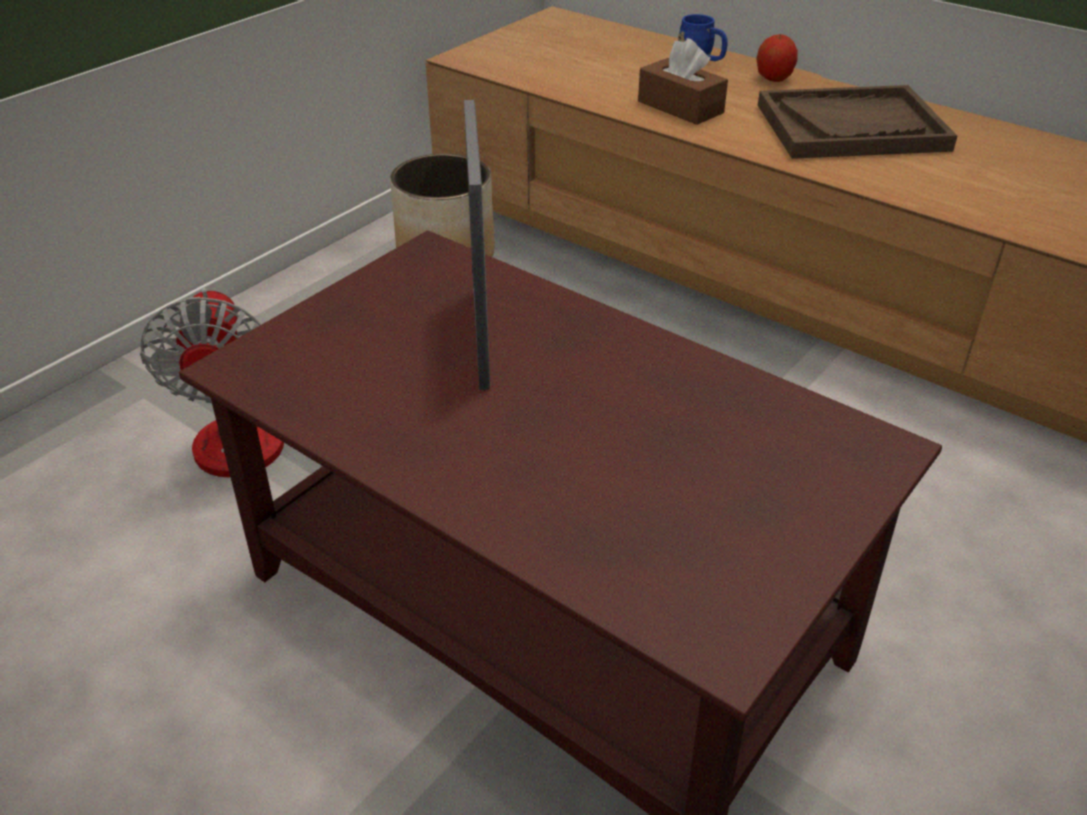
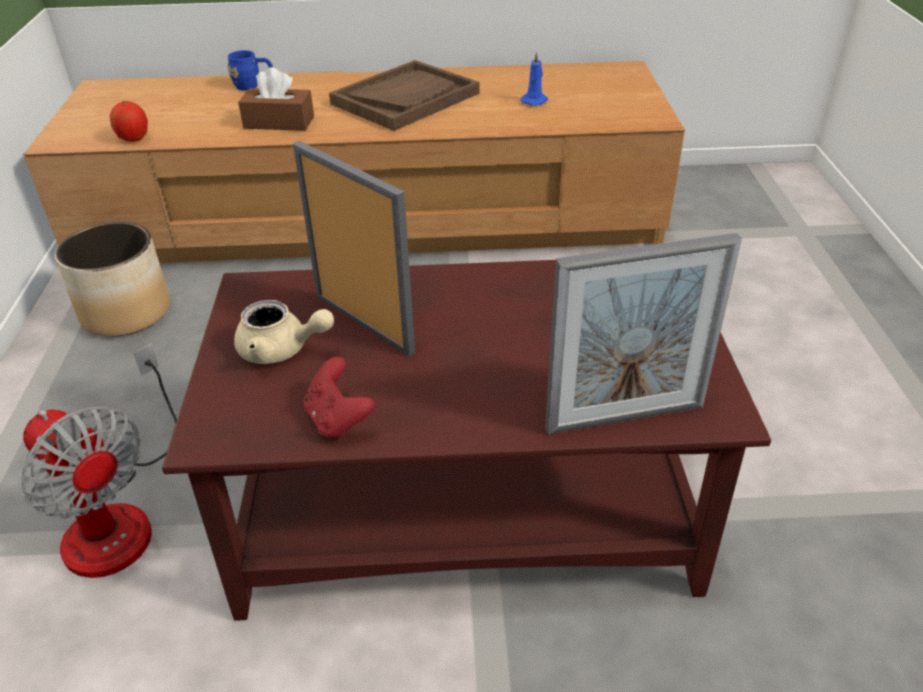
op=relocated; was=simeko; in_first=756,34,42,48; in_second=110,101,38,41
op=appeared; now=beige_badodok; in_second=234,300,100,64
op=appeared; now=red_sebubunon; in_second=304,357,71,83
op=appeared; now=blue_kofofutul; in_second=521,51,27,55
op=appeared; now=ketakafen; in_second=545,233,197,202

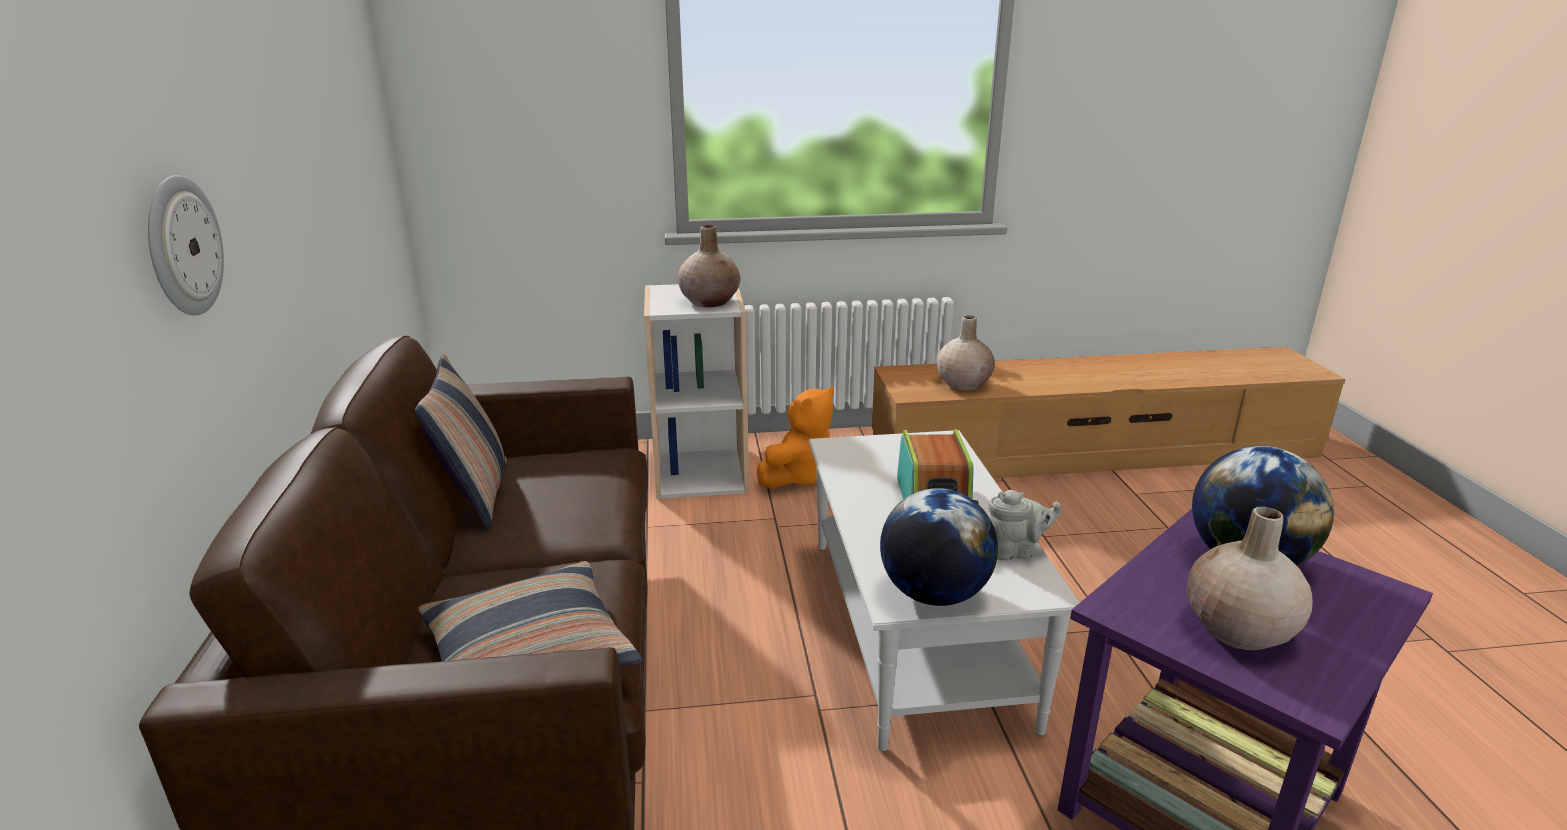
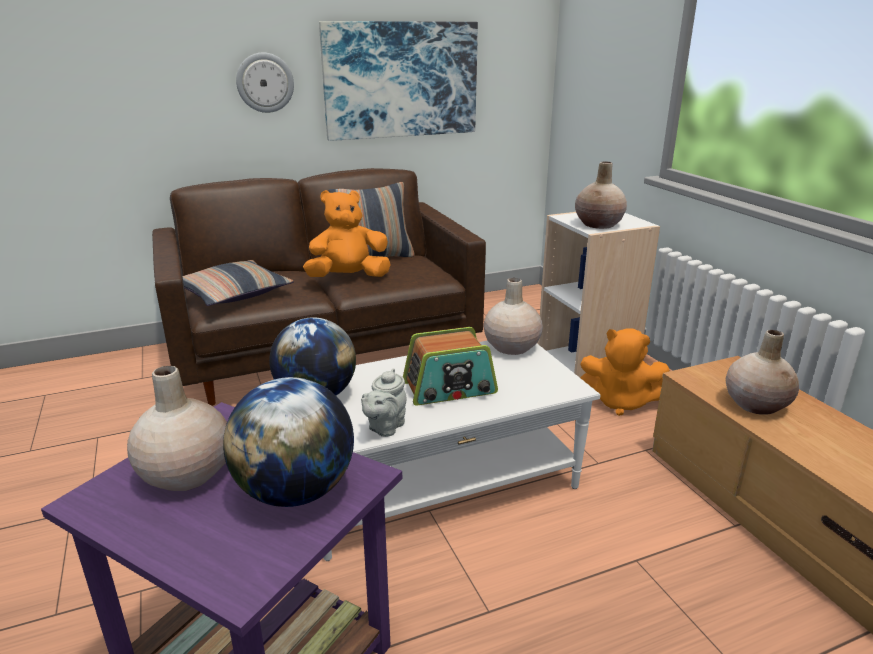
op=appeared; now=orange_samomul; in_second=303,190,88,87
op=appeared; now=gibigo; in_second=319,21,159,120
op=spun; was=grey_badodok; in_first=988,490,74,71; in_second=361,368,46,69; clockwise=45
op=appeared; now=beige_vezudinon; in_second=484,278,59,77

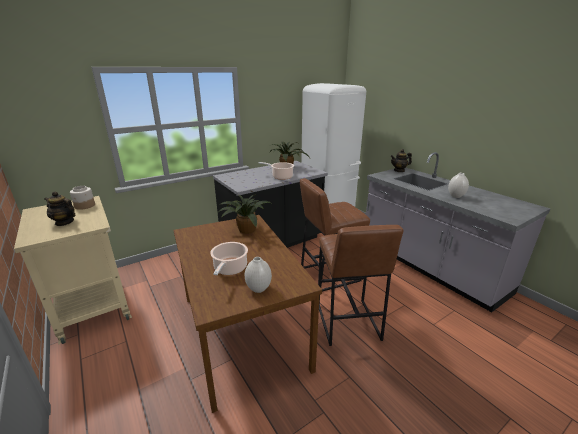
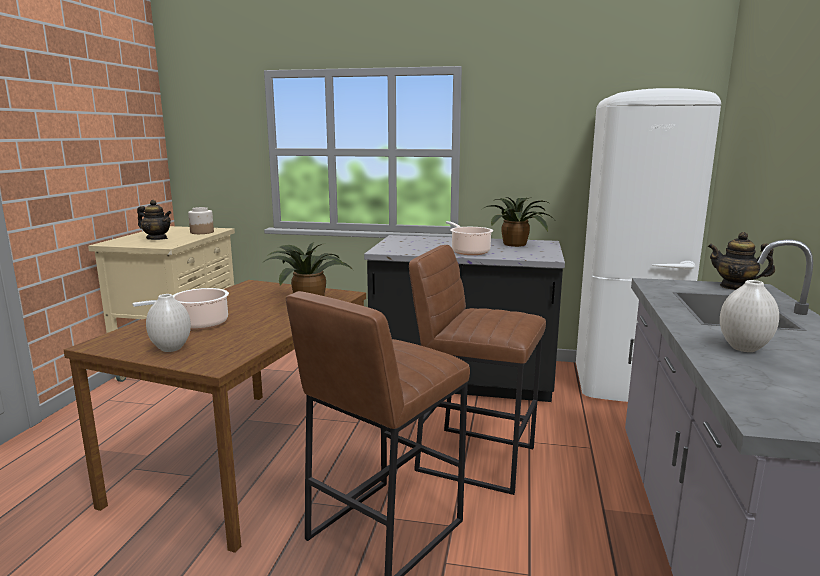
op=spun; was=badodok; in_first=44,191,31,35; in_second=137,200,34,40; clockwise=135

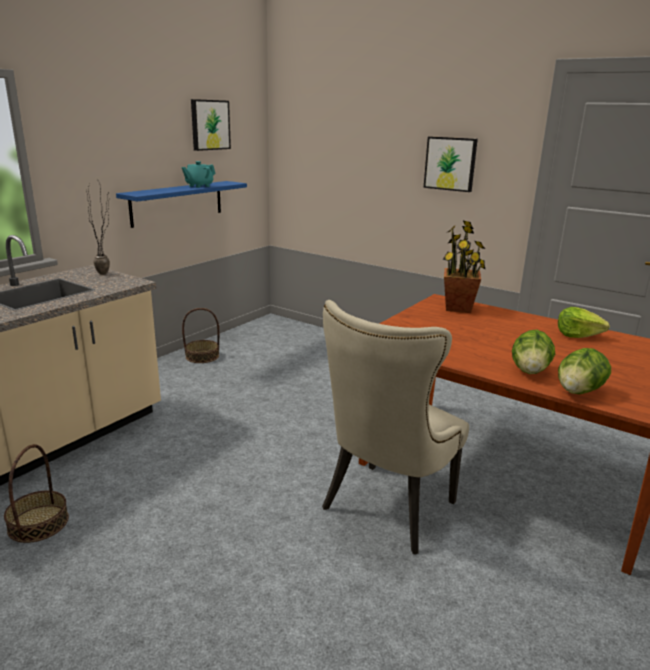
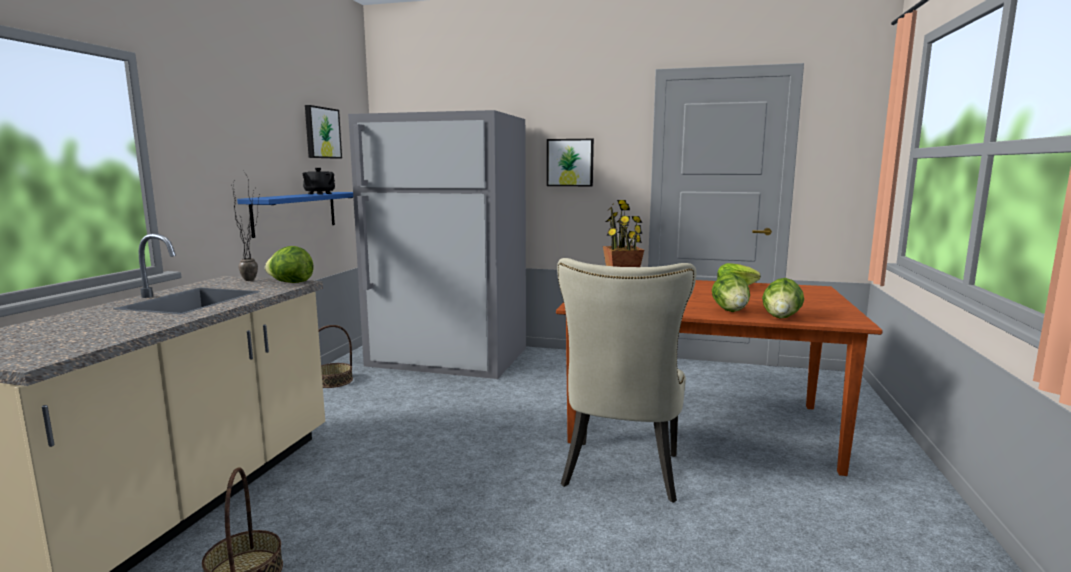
op=appeared; now=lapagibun; in_second=265,246,49,37
op=colour; was=turquoise_badodok; now=black_badodok; in_first=182,161,34,27; in_second=302,168,33,27
op=appeared; now=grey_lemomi; in_second=348,110,178,269

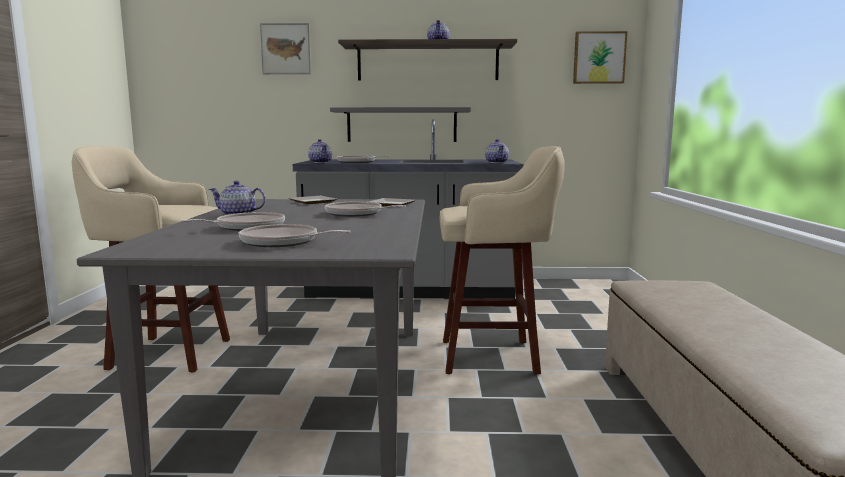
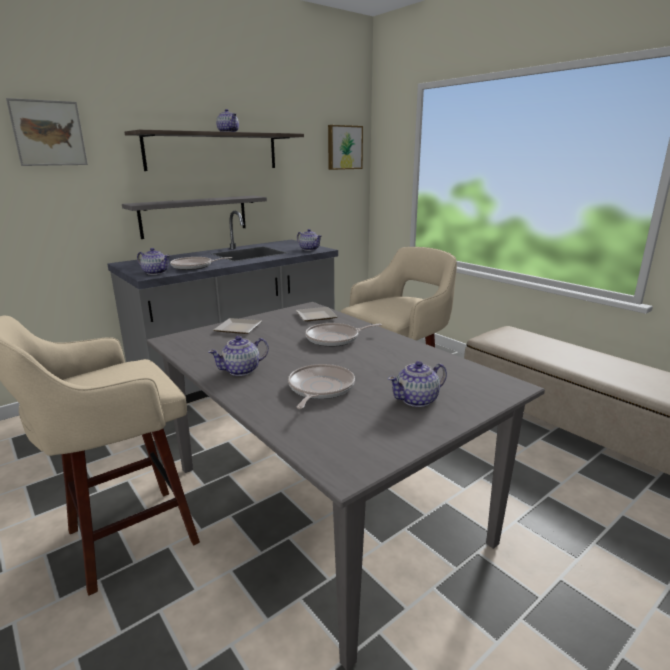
op=exchanged; was=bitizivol; now=badodok; in_first=239,224,112,23; in_second=388,361,59,46

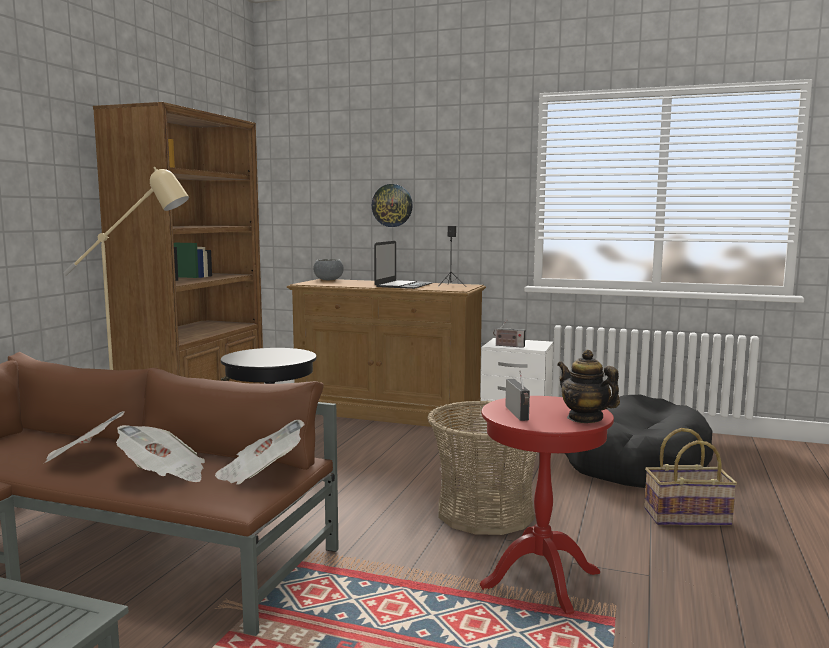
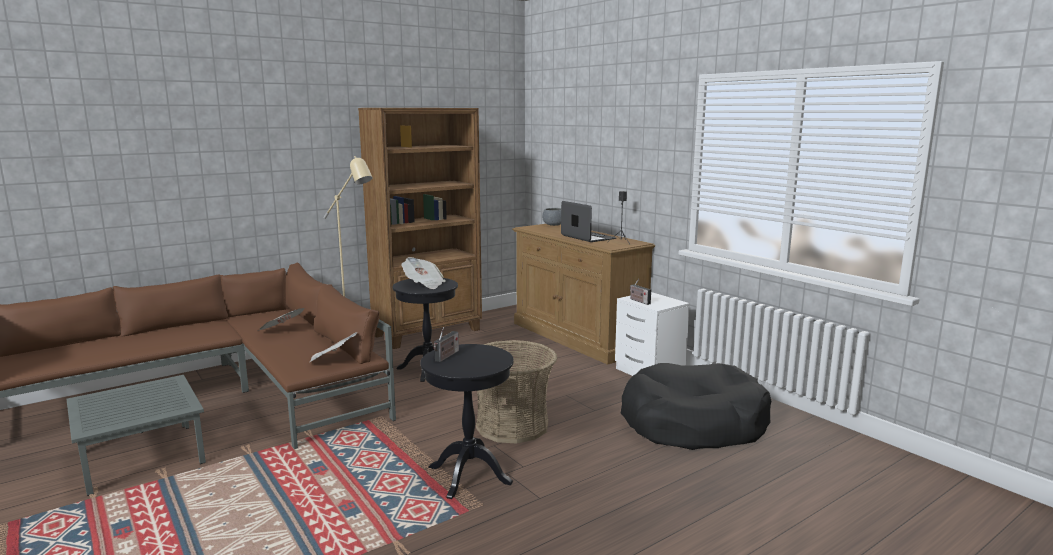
op=relocated; was=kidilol; in_first=116,425,89,57; in_second=401,257,45,32
op=colour; was=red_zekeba; now=black_zekeba; in_first=480,396,134,218; in_second=420,344,94,155
op=spun; was=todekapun; in_first=374,241,59,48; in_second=561,201,55,41; clockwise=-90
op=missing; was=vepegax; in_first=372,184,41,43
op=missing; was=badodok; in_first=557,350,63,73
op=missing; was=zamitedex; in_first=644,428,93,98

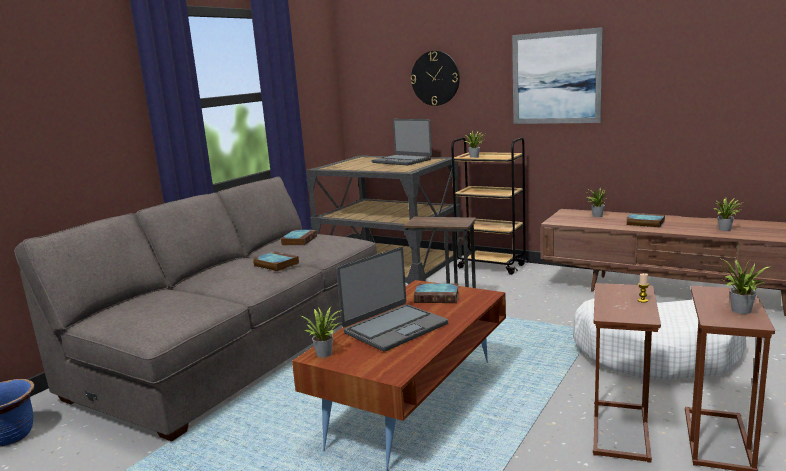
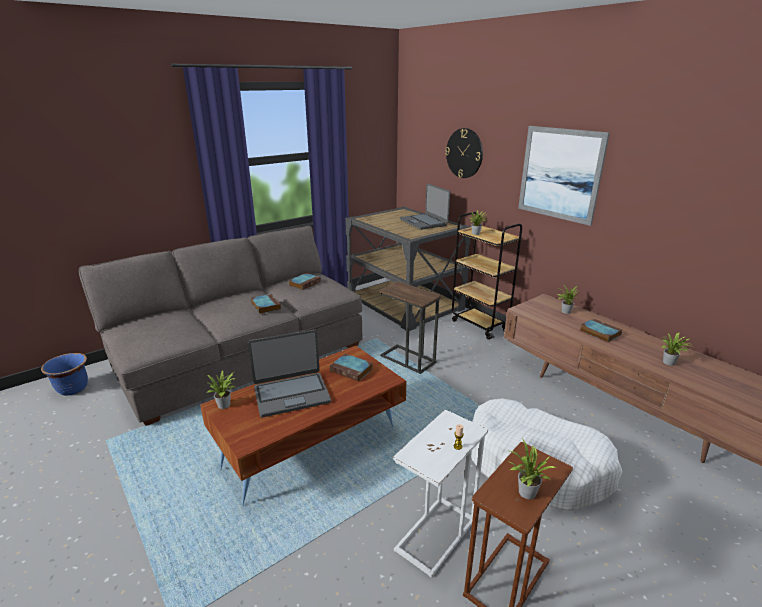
op=colour; was=brown_zekeba; now=white_zekeba; in_first=593,283,68,180; in_second=393,410,95,168

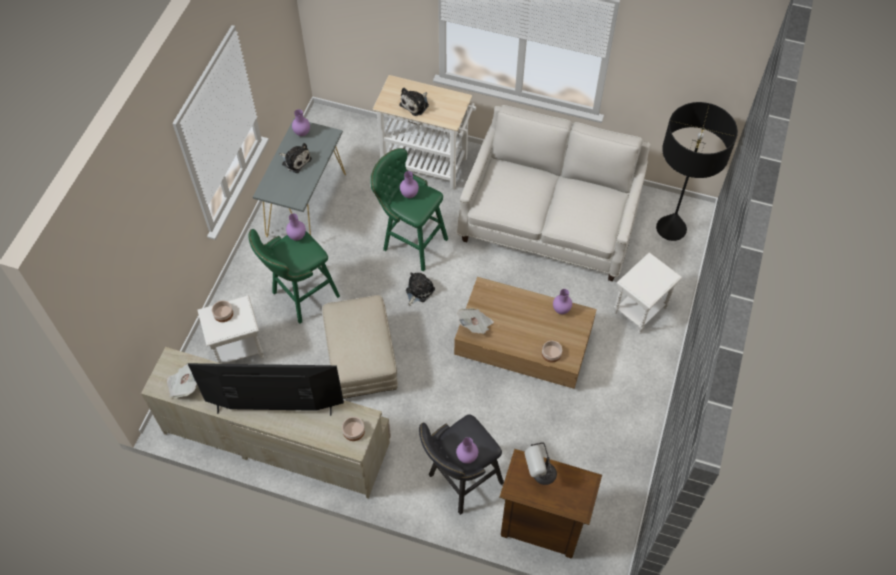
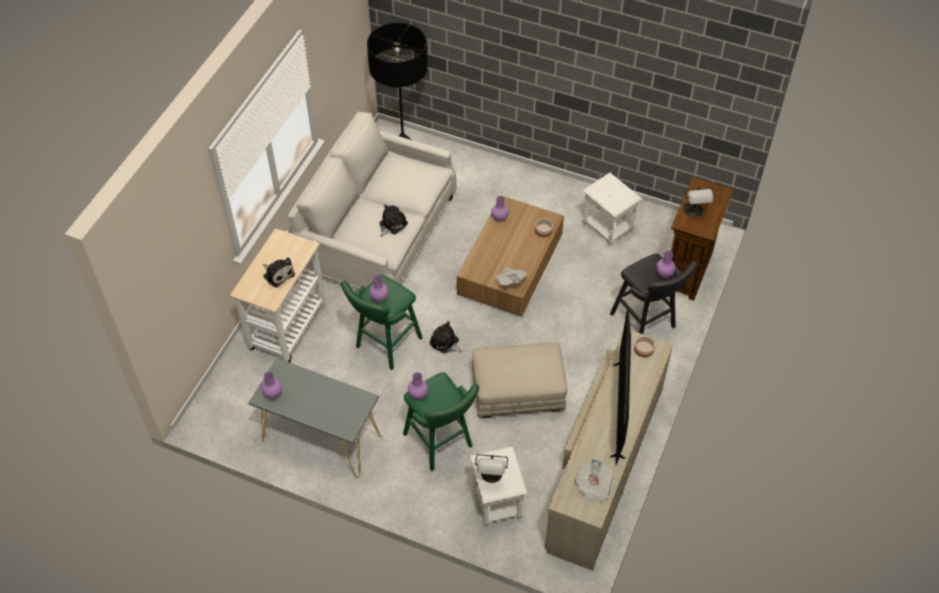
op=relocated; was=samomul; in_first=279,143,33,30; in_second=379,205,29,32
op=exchanged; was=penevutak; now=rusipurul; in_first=212,301,21,21; in_second=475,454,33,29
op=relocated; was=white_zekeba; in_first=613,252,70,82; in_second=582,173,60,75

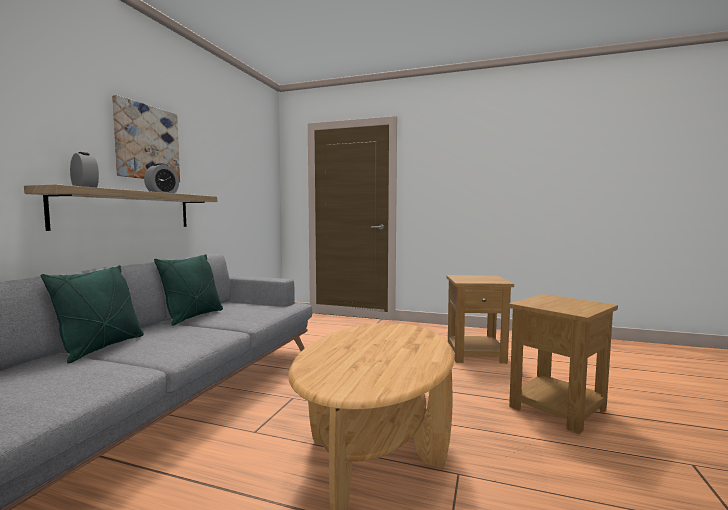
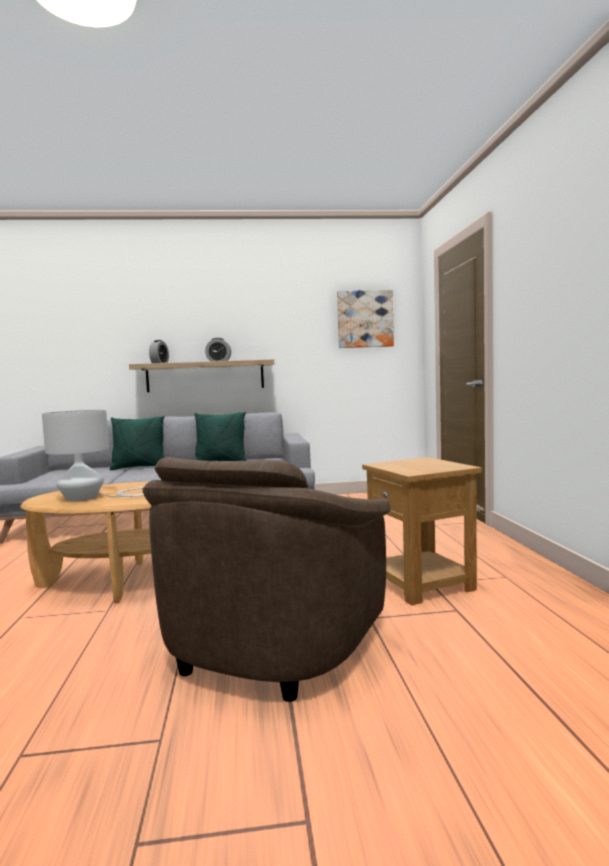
op=appeared; now=white_rusipurul; in_second=42,409,102,92
op=exchanged; was=brown_zekeba; now=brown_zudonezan; in_first=509,294,109,140; in_second=143,457,248,245
op=relocated; was=gibigo; in_first=112,95,68,87; in_second=337,290,57,58

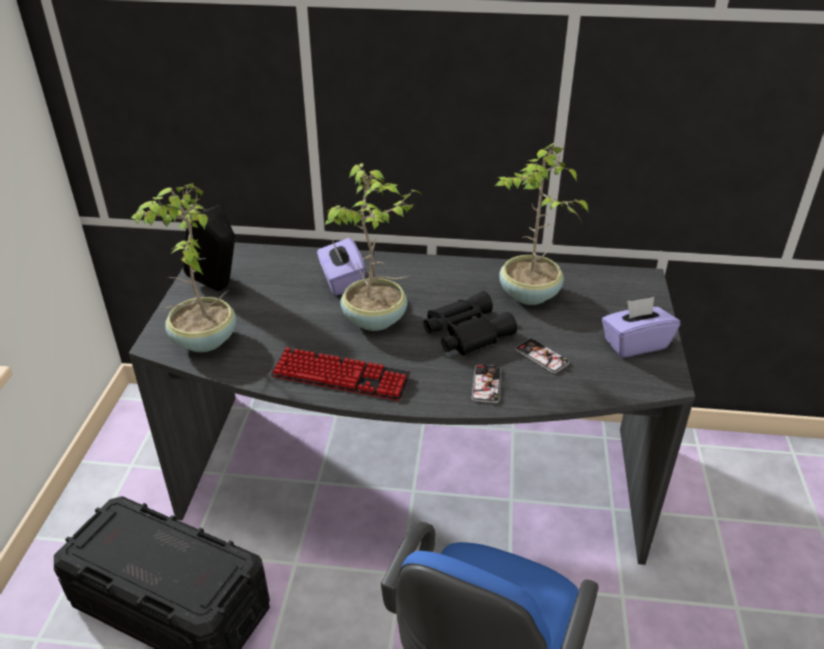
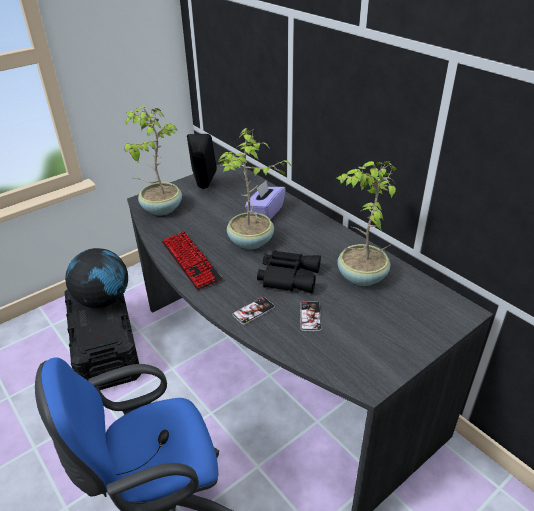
op=appeared; now=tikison; in_second=65,248,63,60
op=missing; was=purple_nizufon; in_first=602,297,78,60

